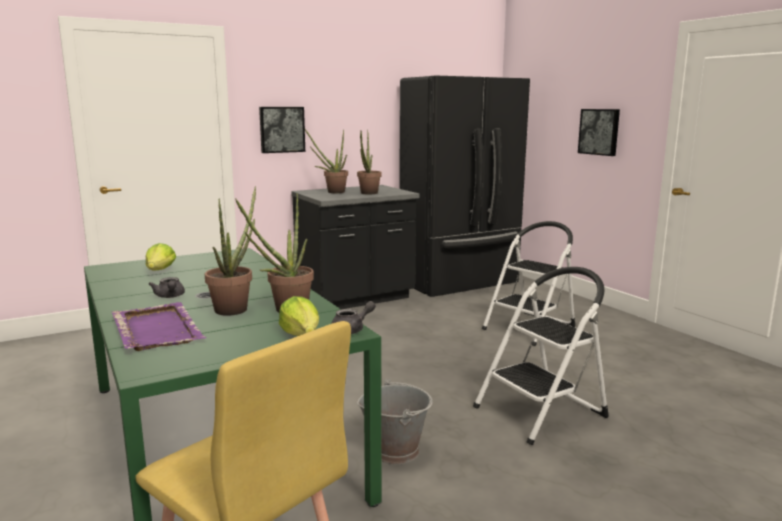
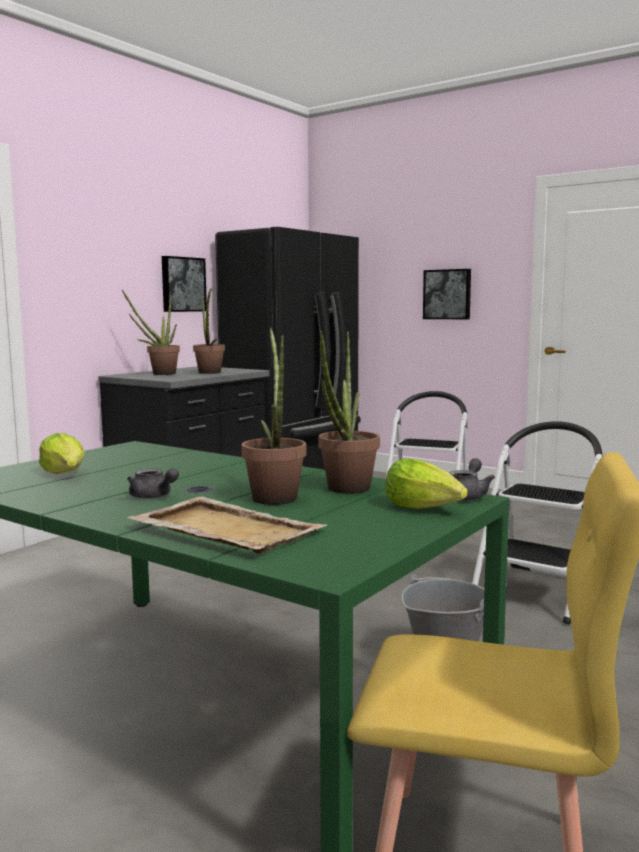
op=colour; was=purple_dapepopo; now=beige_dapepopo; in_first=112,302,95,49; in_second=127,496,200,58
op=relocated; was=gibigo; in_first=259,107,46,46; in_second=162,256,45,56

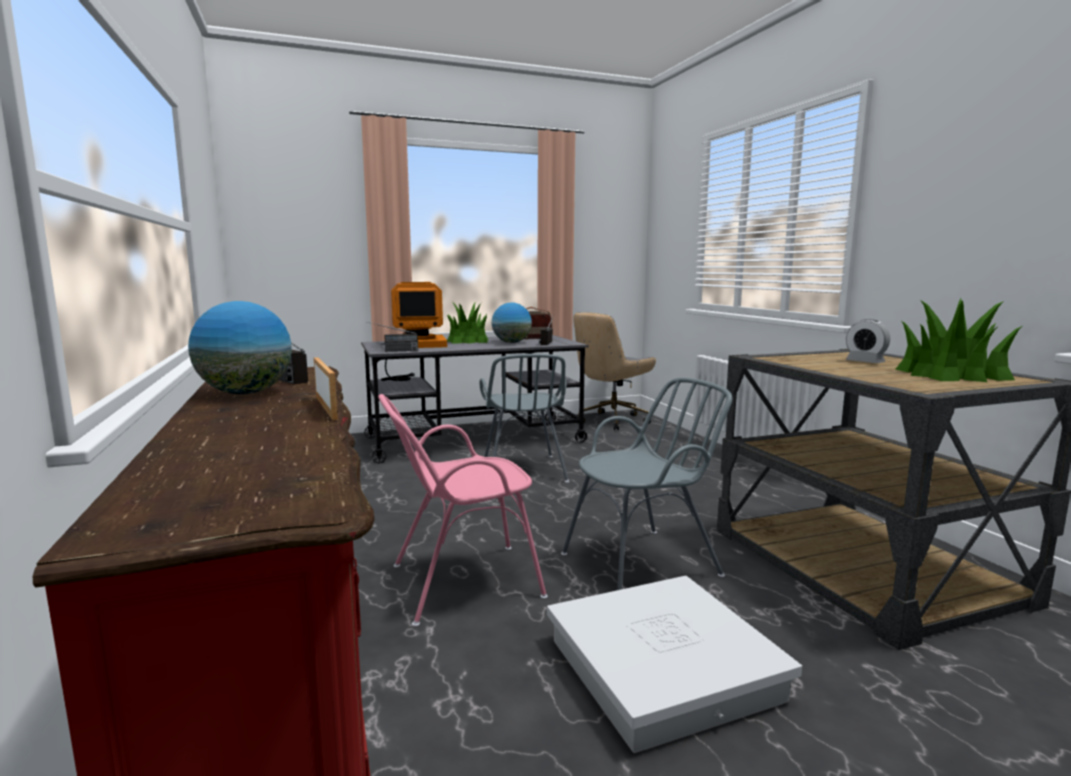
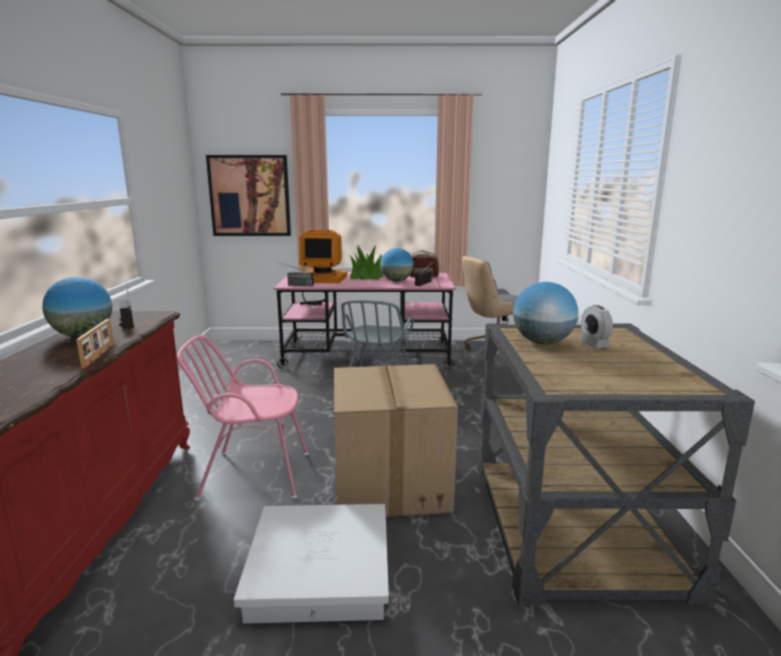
op=appeared; now=gibigo; in_second=206,155,85,81
op=colour; was=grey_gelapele; now=pink_gelapele; in_first=361,335,228,129; in_second=274,273,181,96
op=exchanged; was=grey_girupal; now=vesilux; in_first=561,378,171,212; in_second=334,364,124,153
op=appeared; now=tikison; in_second=513,282,65,62
op=missing; was=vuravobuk; in_first=895,298,127,84

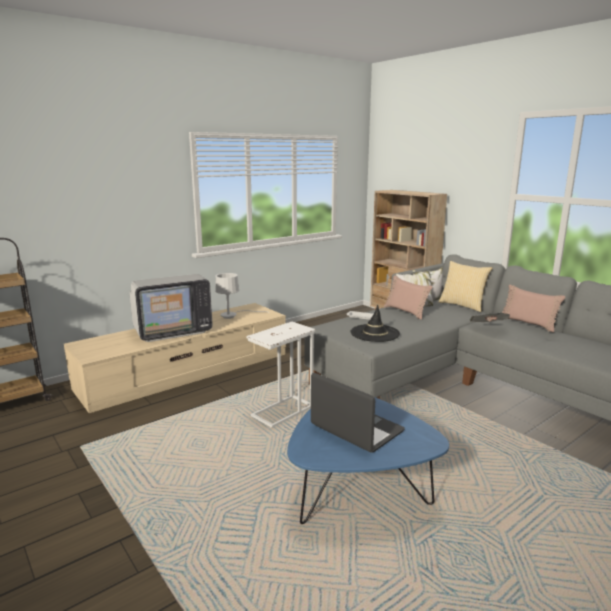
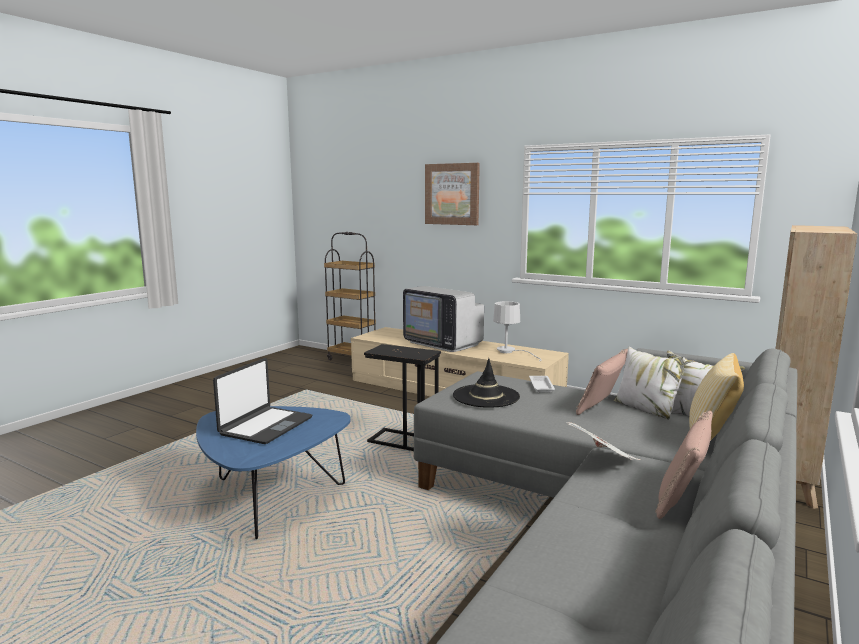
op=colour; was=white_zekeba; now=black_zekeba; in_first=246,322,70,106; in_second=364,344,77,107
op=appeared; now=gibigo; in_second=425,163,55,62

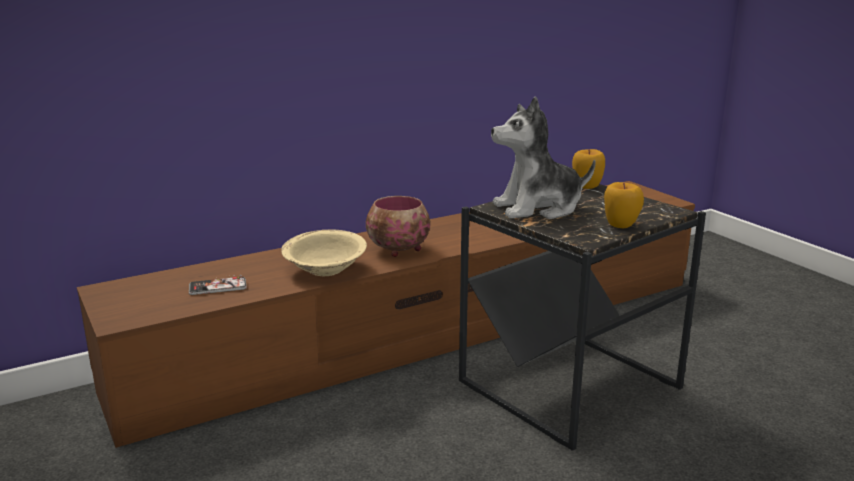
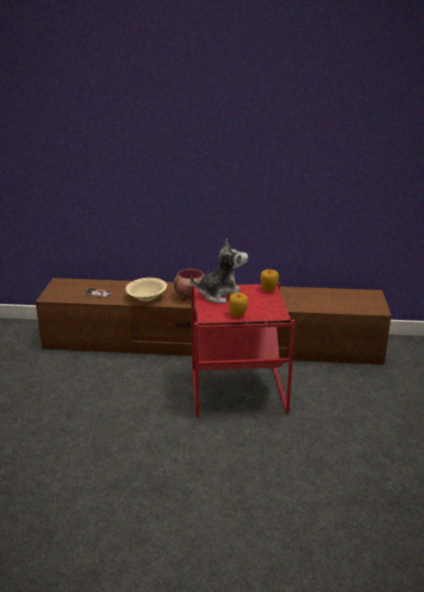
op=spun; was=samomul; in_first=491,96,105,123; in_second=190,239,58,64; clockwise=150
op=colour; was=black_zekeba; now=red_zekeba; in_first=459,184,247,267; in_second=191,283,104,135

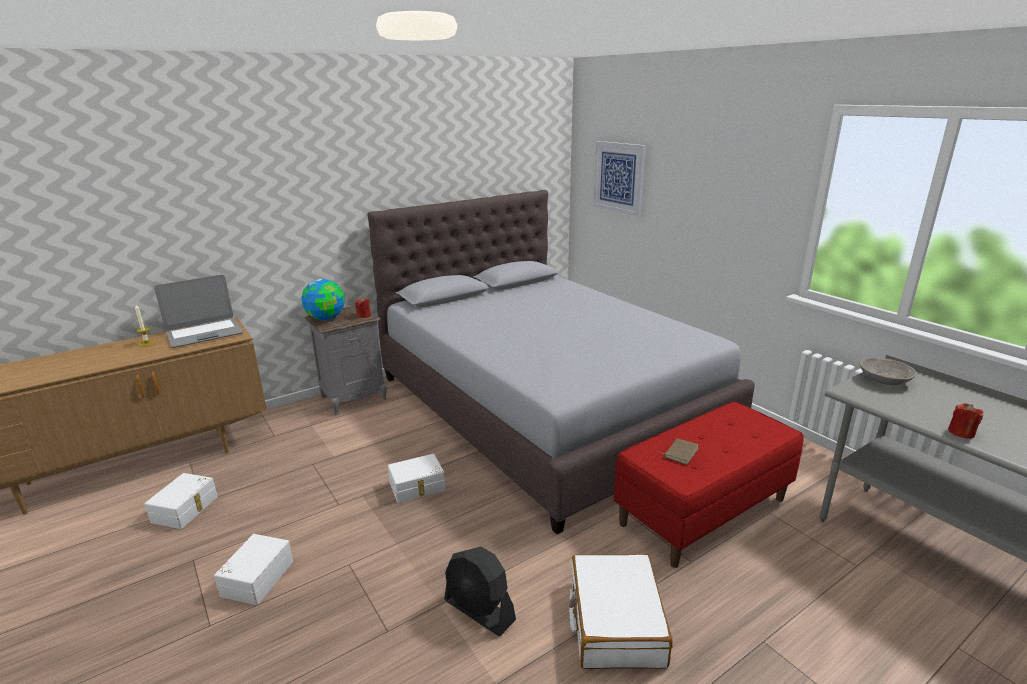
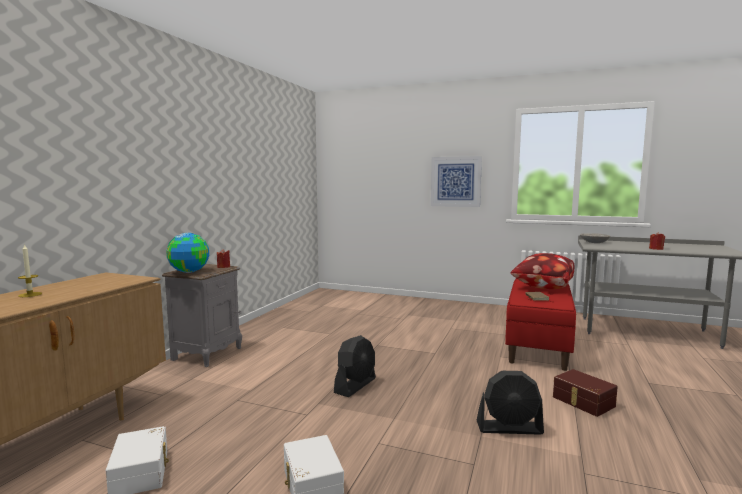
op=exchanged; was=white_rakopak; now=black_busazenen; in_first=388,454,57,49; in_second=334,335,42,62
op=relocated; was=gibigo; in_first=593,141,53,75; in_second=431,156,51,51
op=appeared; now=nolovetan; in_second=510,253,65,36
op=exchanged; was=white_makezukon; now=brown_rakopak; in_first=569,553,104,116; in_second=553,369,65,48
op=missing; was=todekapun; in_first=154,275,89,73
op=missing; was=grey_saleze; in_first=368,190,387,344

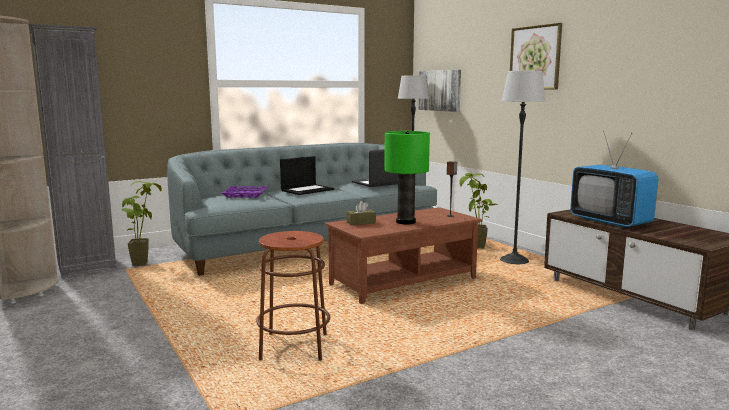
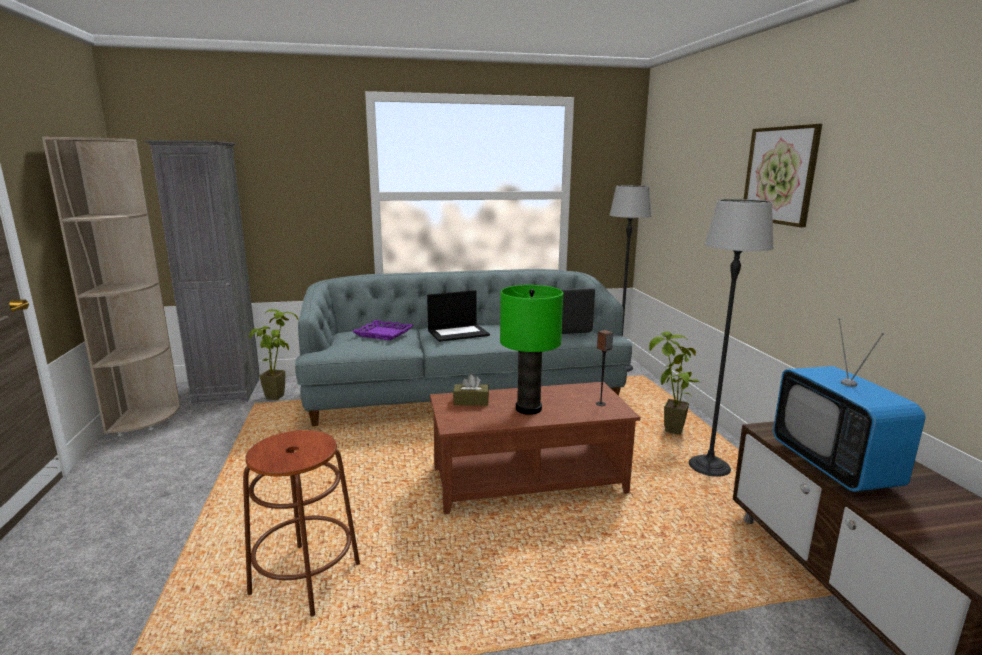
op=missing; was=gibigo; in_first=418,70,43,42

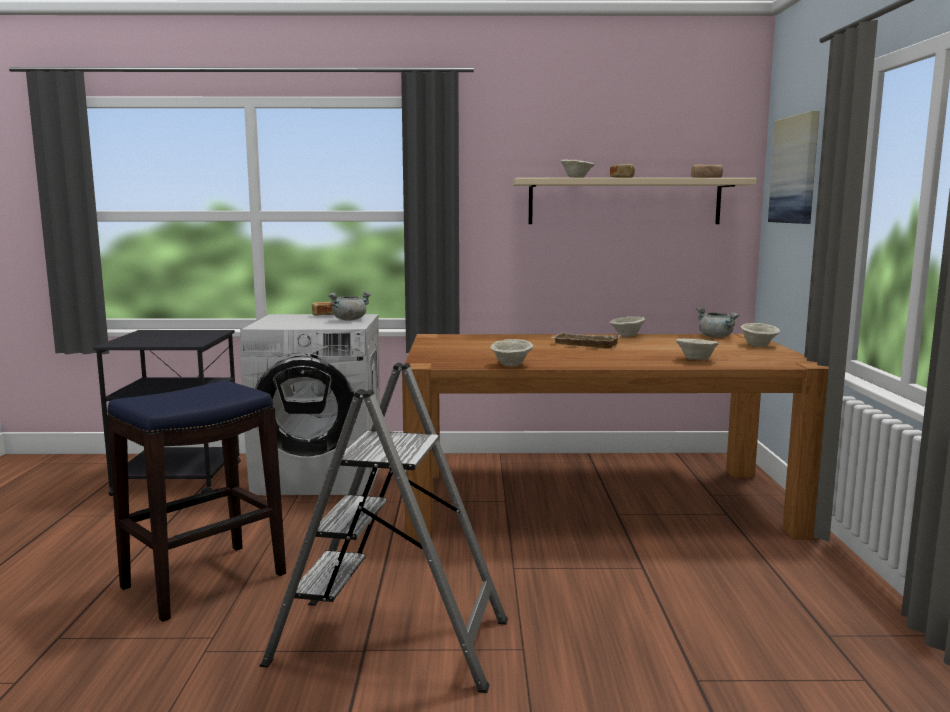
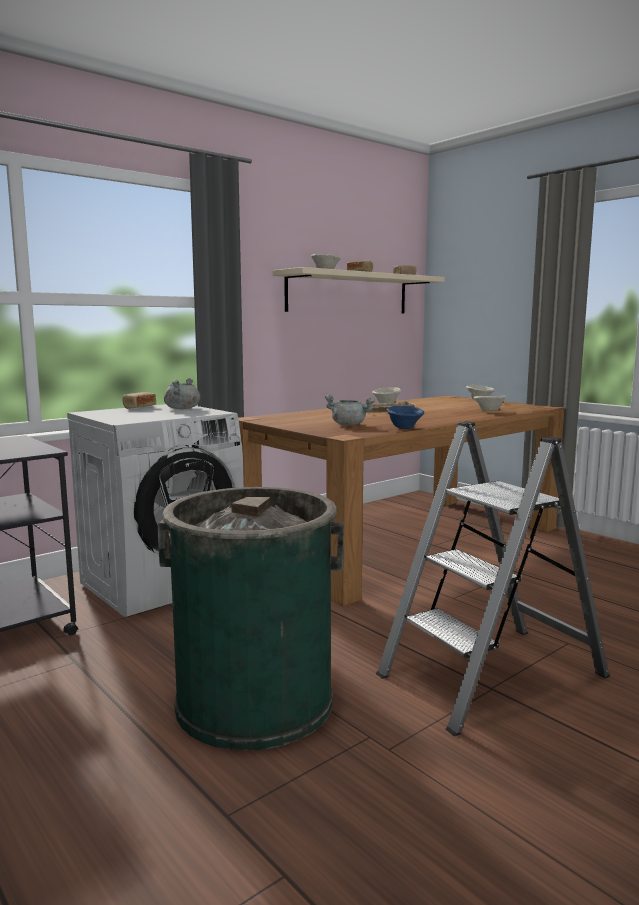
op=exchanged; was=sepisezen; now=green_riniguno; in_first=107,380,179,242; in_second=158,487,186,264
op=relocated; was=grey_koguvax; in_first=696,306,43,32; in_second=325,395,50,31
op=colour; was=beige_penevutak; now=blue_penevutak; in_first=490,339,43,28; in_second=386,406,38,23
op=missing; was=gibigo; in_first=768,111,52,113

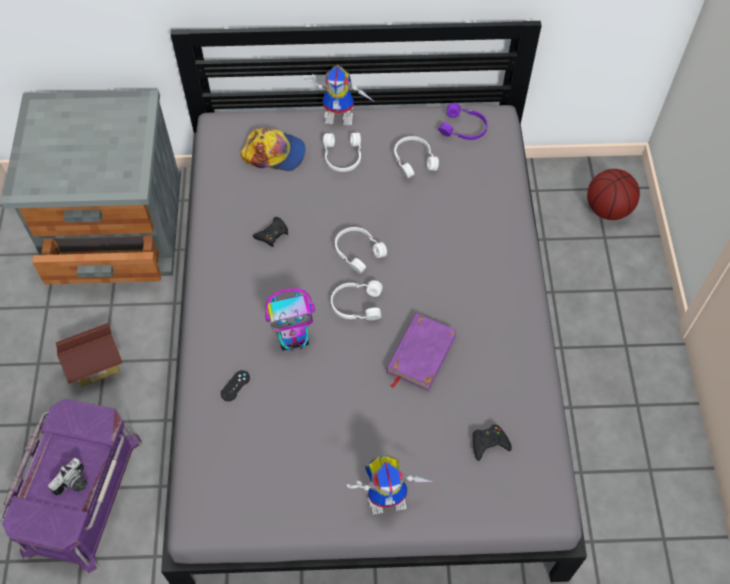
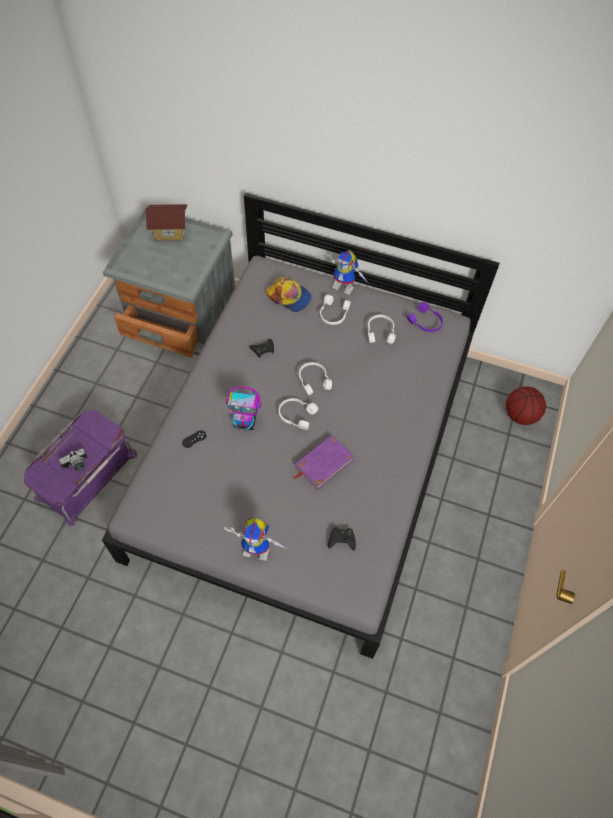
op=relocated; was=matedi; in_first=55,323,68,64; in_second=146,204,41,36

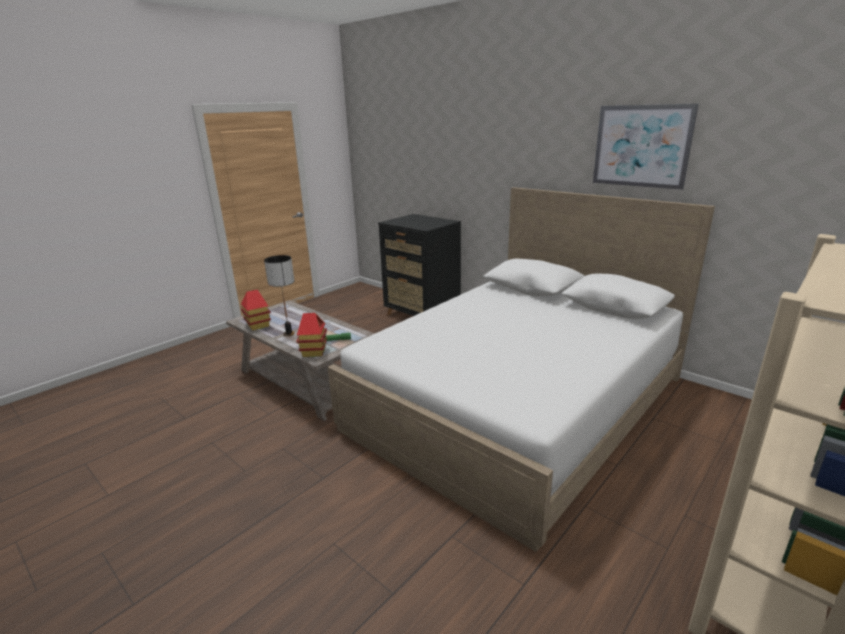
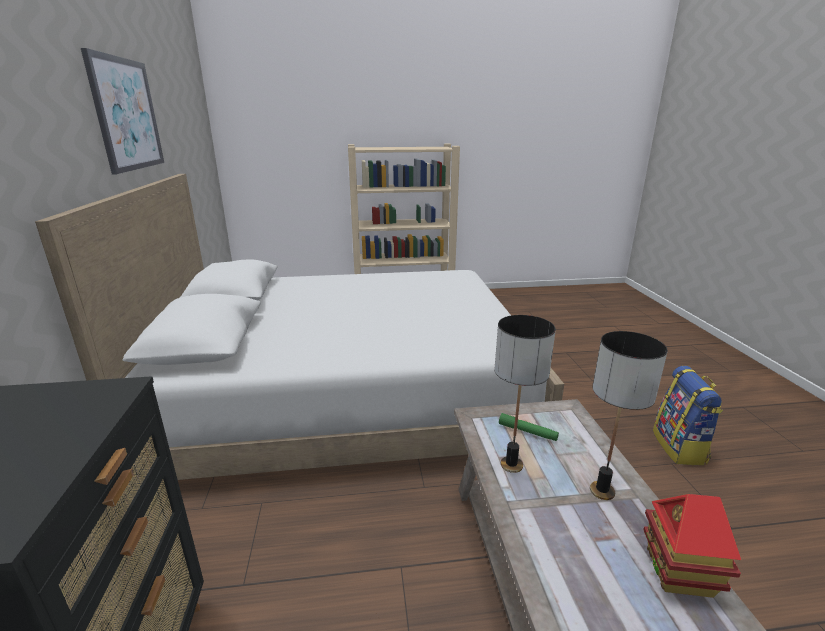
op=appeared; now=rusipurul; in_second=494,315,62,158
op=appeared; now=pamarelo; in_second=653,366,70,99
op=missing; was=matedi; in_first=296,313,31,44

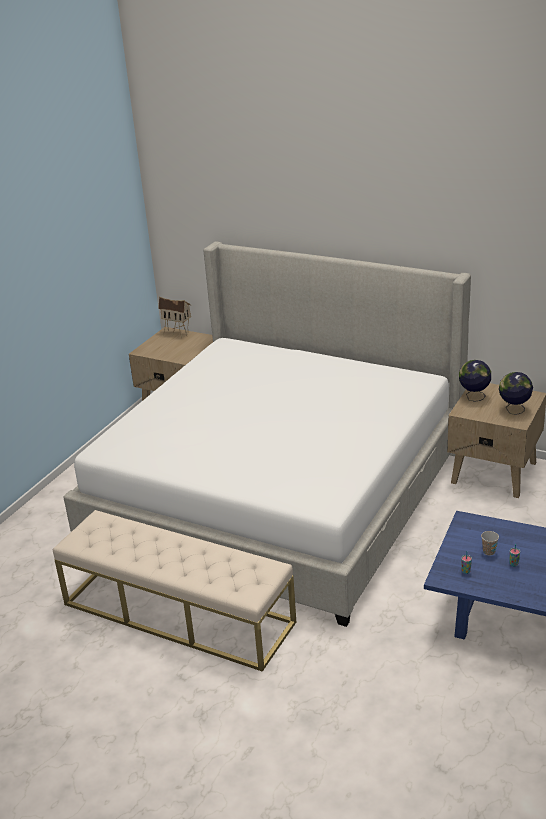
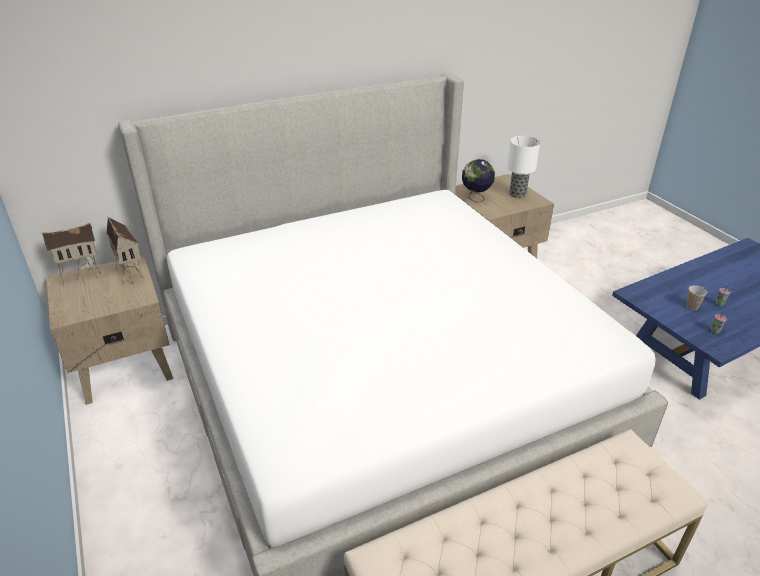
op=appeared; now=matedi; in_second=106,217,38,67
op=exchanged; was=tikison; now=rusipurul; in_first=499,372,34,43; in_second=507,136,33,62

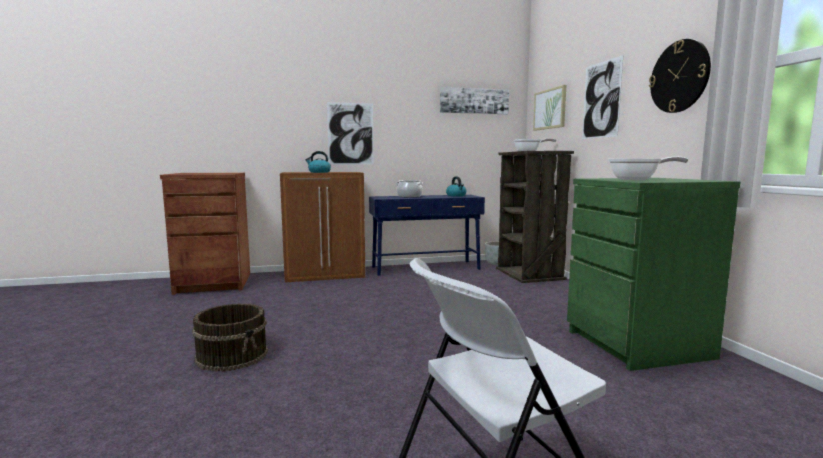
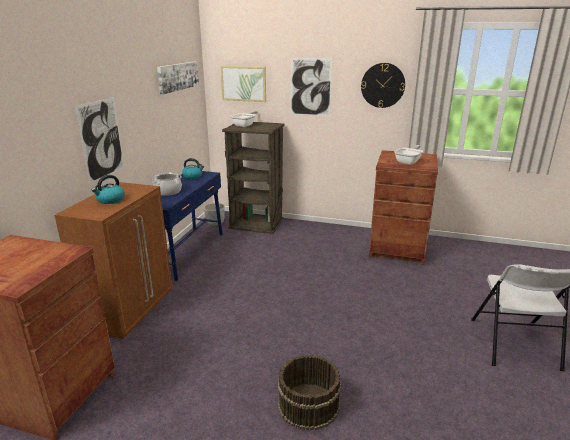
op=colour; was=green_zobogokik; now=brown_zobogokik; in_first=567,178,173,193; in_second=369,150,69,115

